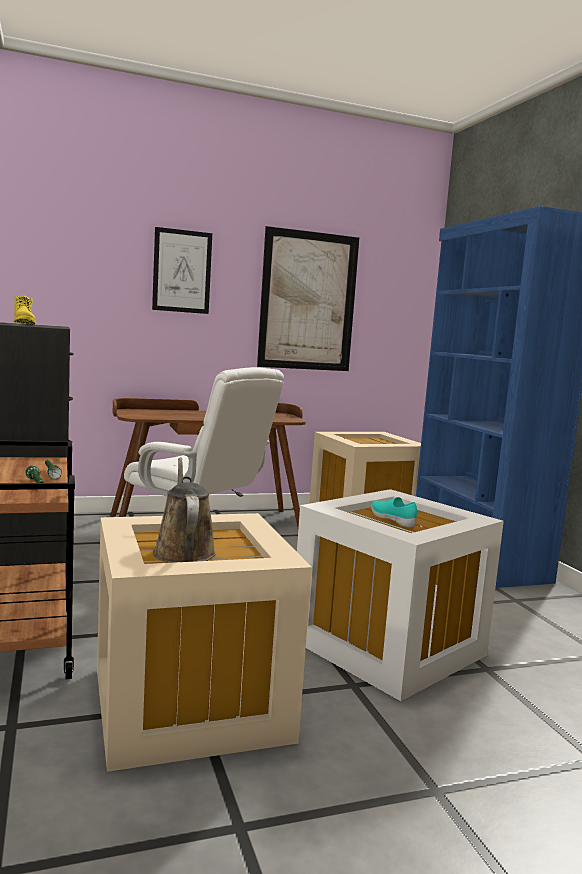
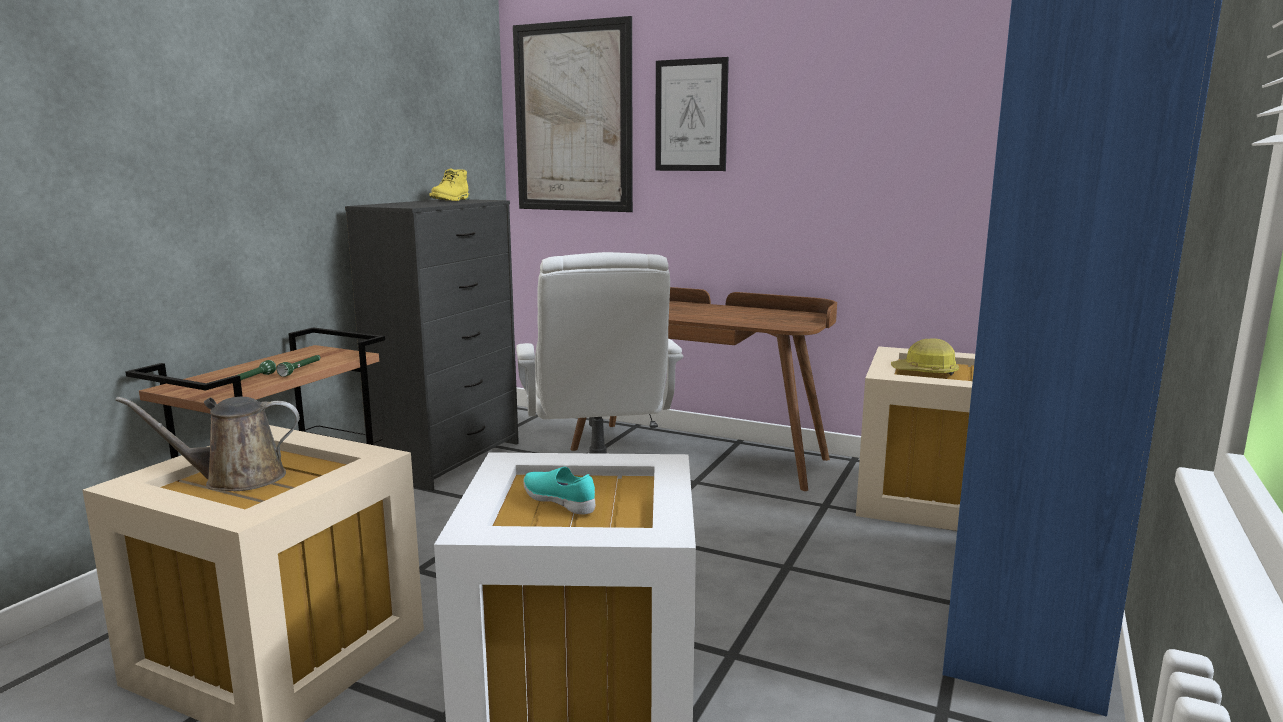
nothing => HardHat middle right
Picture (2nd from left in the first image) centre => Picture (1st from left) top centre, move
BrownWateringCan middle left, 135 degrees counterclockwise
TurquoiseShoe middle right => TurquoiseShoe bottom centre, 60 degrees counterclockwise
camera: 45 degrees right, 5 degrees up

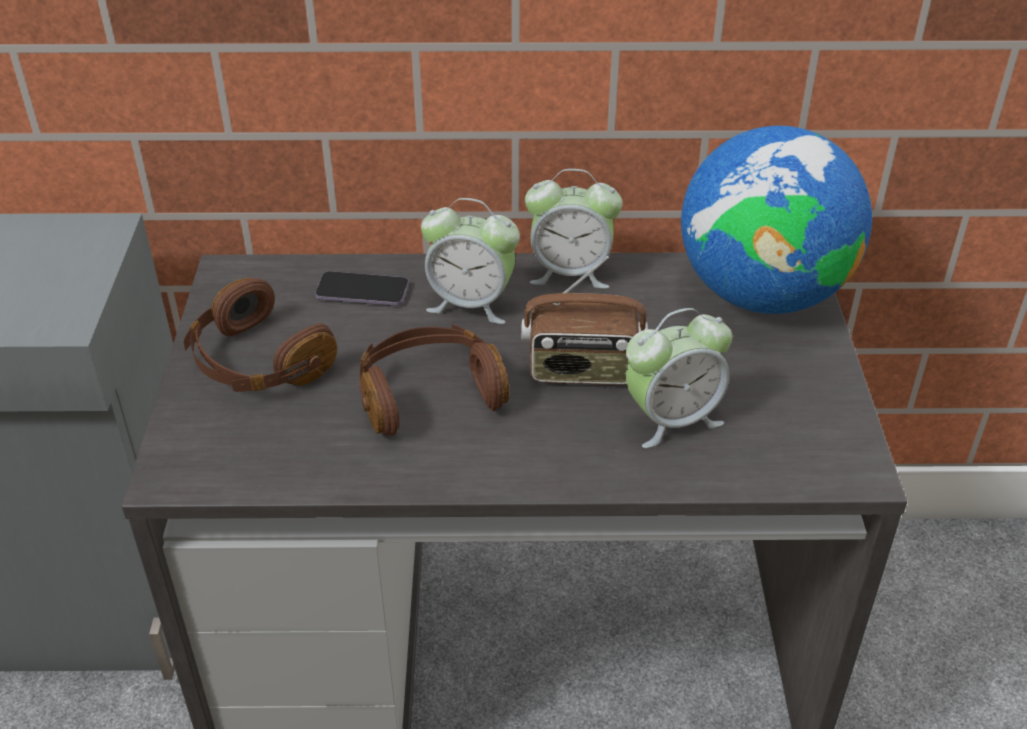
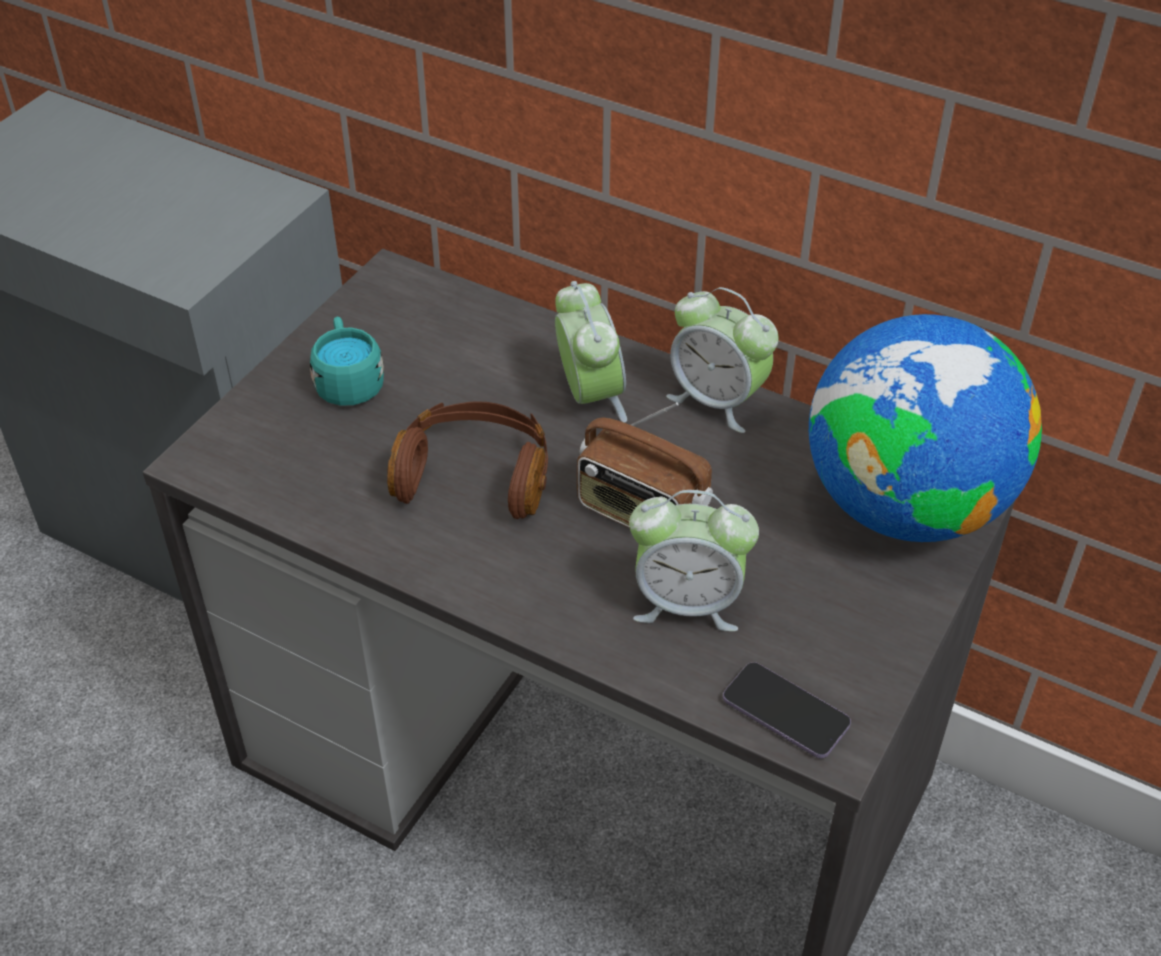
Phone centre => Phone bottom right, move
BrownHeadphones (1st from left) middle left => TurquoiseMug middle left
AlarmClock (1st from left) centre, 150 degrees counterclockwise
camera: 30 degrees right, 5 degrees up

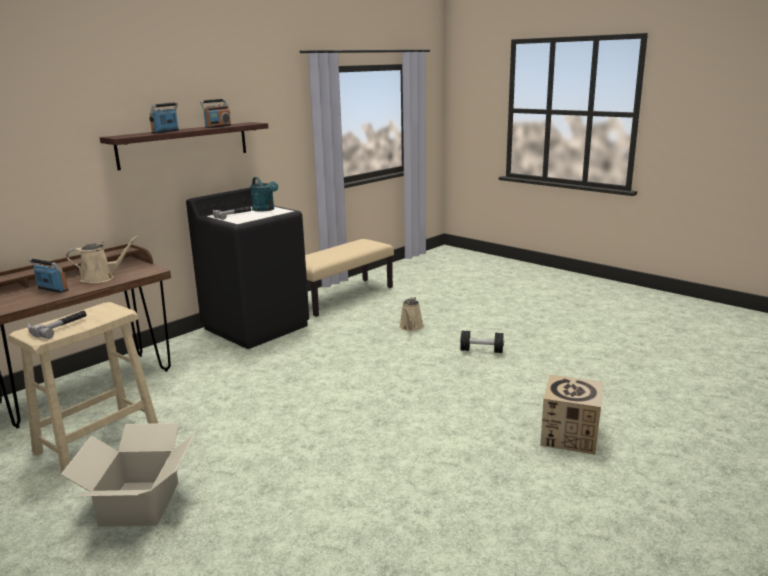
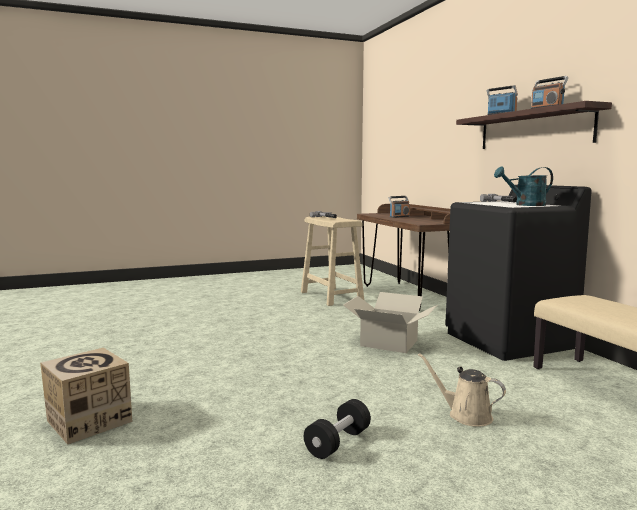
BeigeWateringCan (1st from left) middle left => nothing
CardboardBox (1st from left in the first image) bottom left => CardboardBox (2nd from left) centre, move
camera: 115 degrees right, 10 degrees down

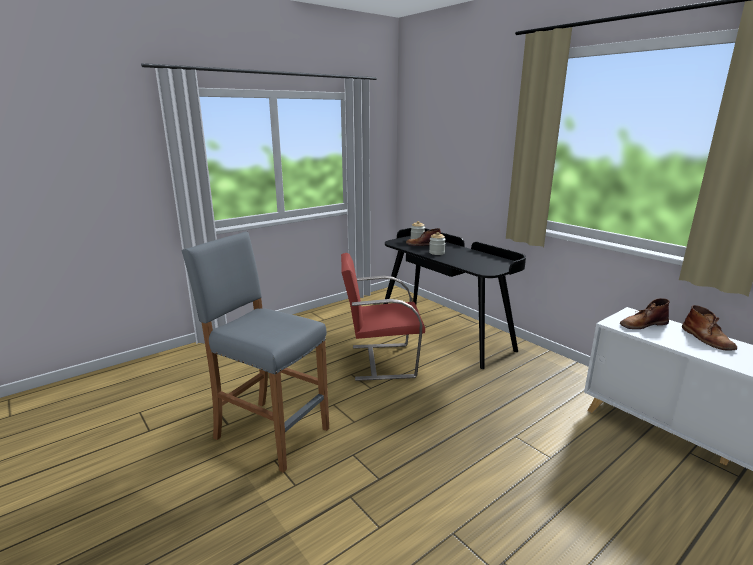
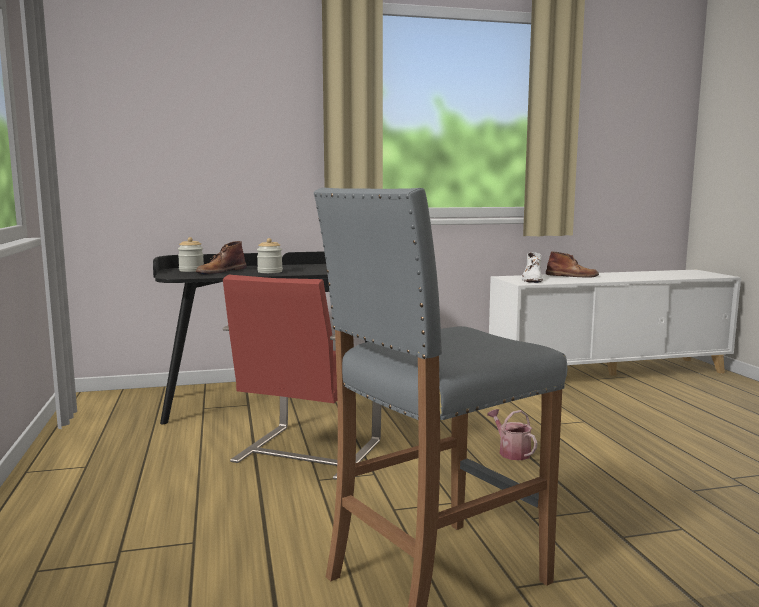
nothing => WateringCan bottom right
BrownBoot (2nd from left) middle right => WhiteBoot middle right
camera: 65 degrees left, 10 degrees down

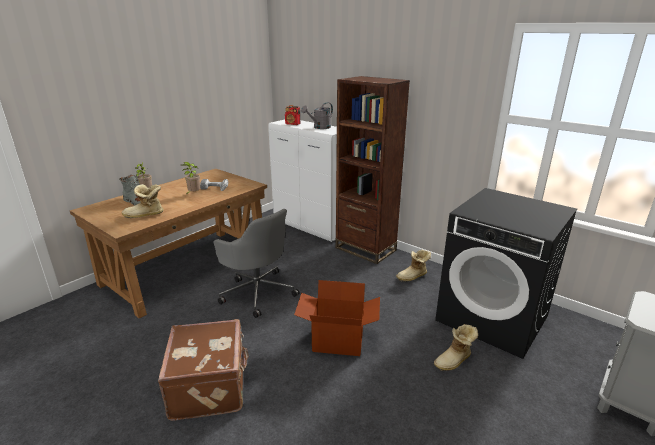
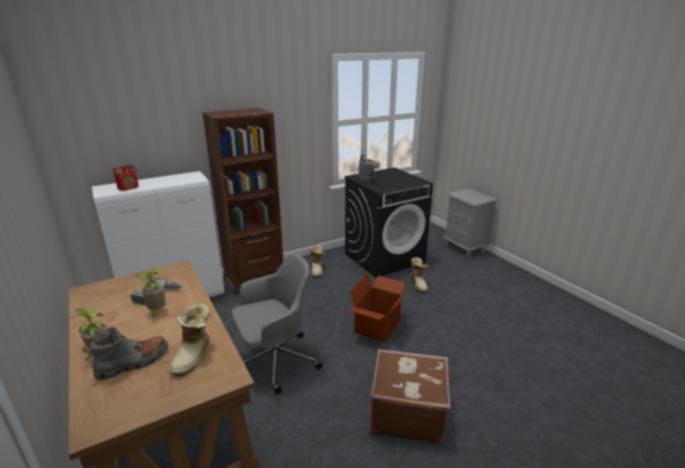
GreyWateringCan top centre => GreyWateringCan centre, move
camera: 70 degrees left, 0 degrees up

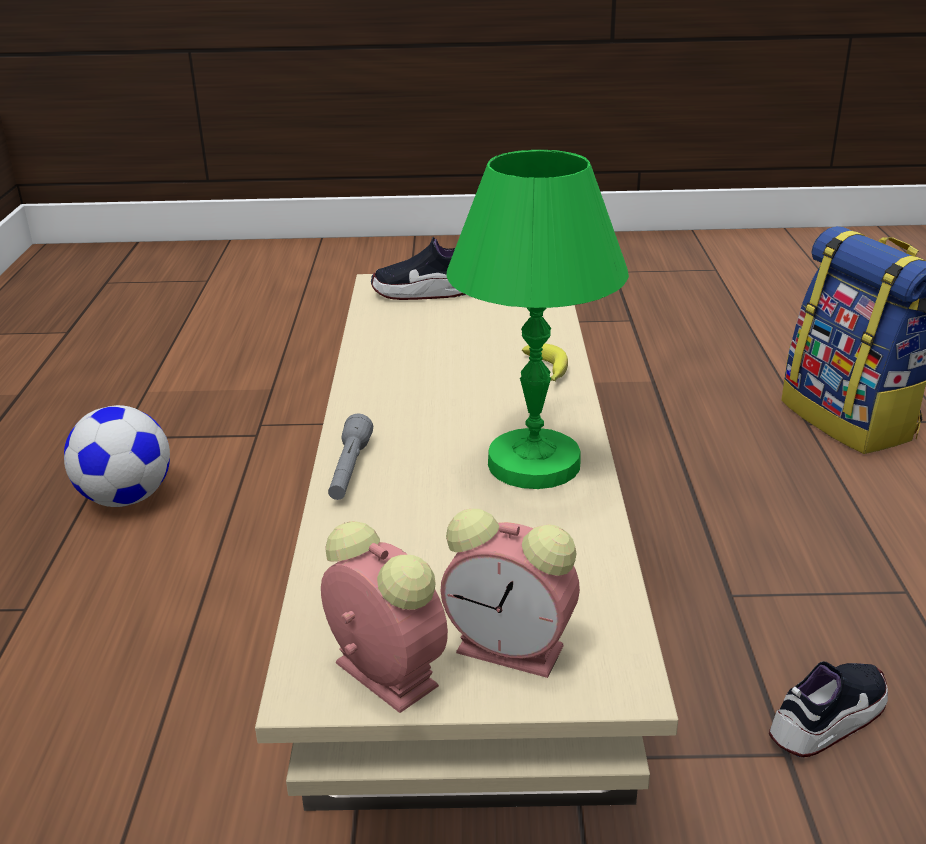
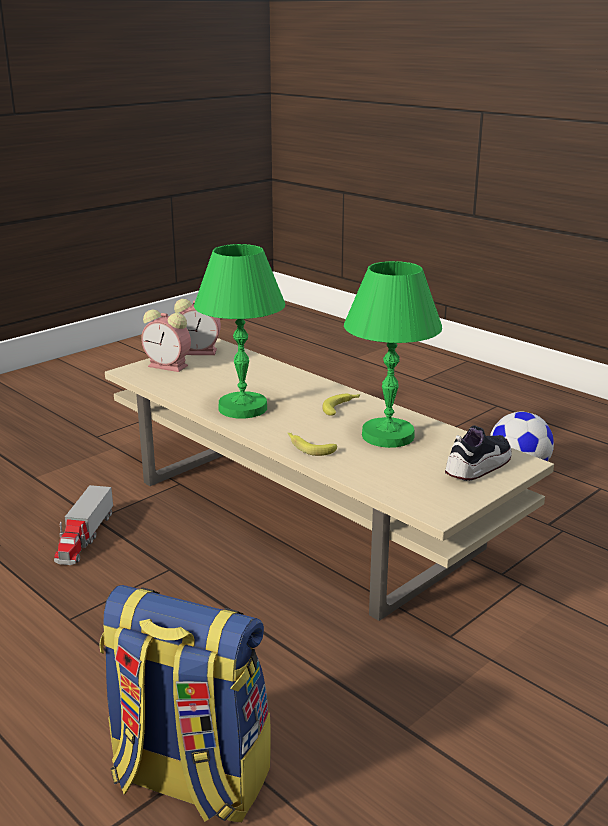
GreyFlashlight centre => nothing
nothing => Banana (2nd from left) centre
nothing => GreenTableLamp (2nd from left) centre
Shoe (2nd from left) bottom right => ToyTruck middle left
AlarmClock (2nd from left in the first image) bottom centre => AlarmClock (1st from left) middle left, 135 degrees counterclockwise
camera: 135 degrees right, 5 degrees down

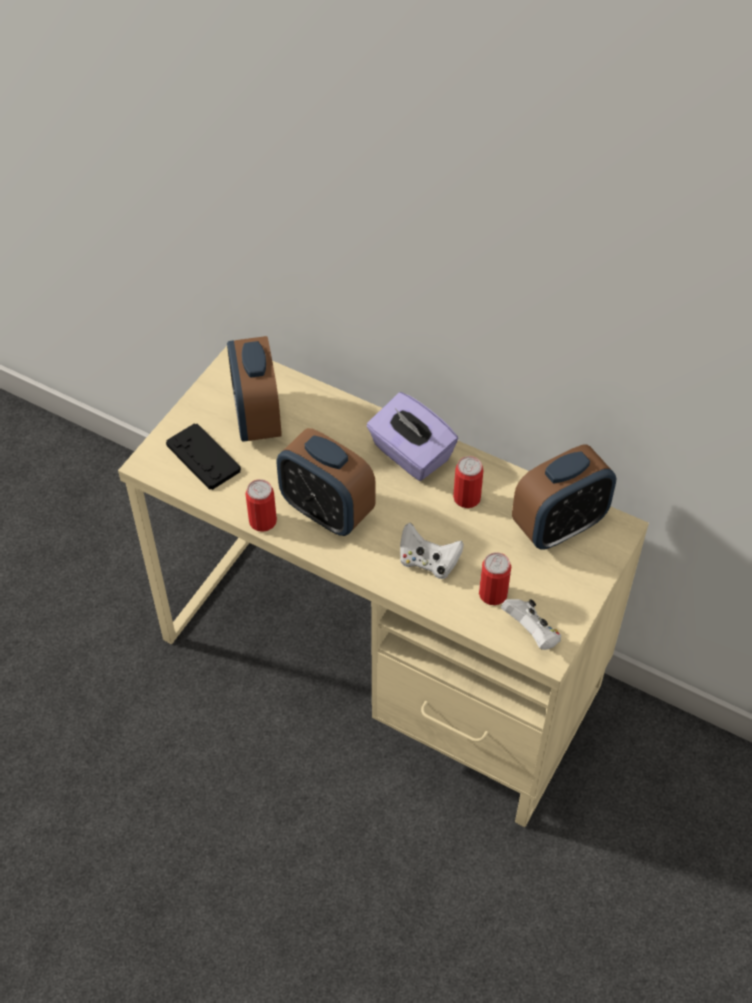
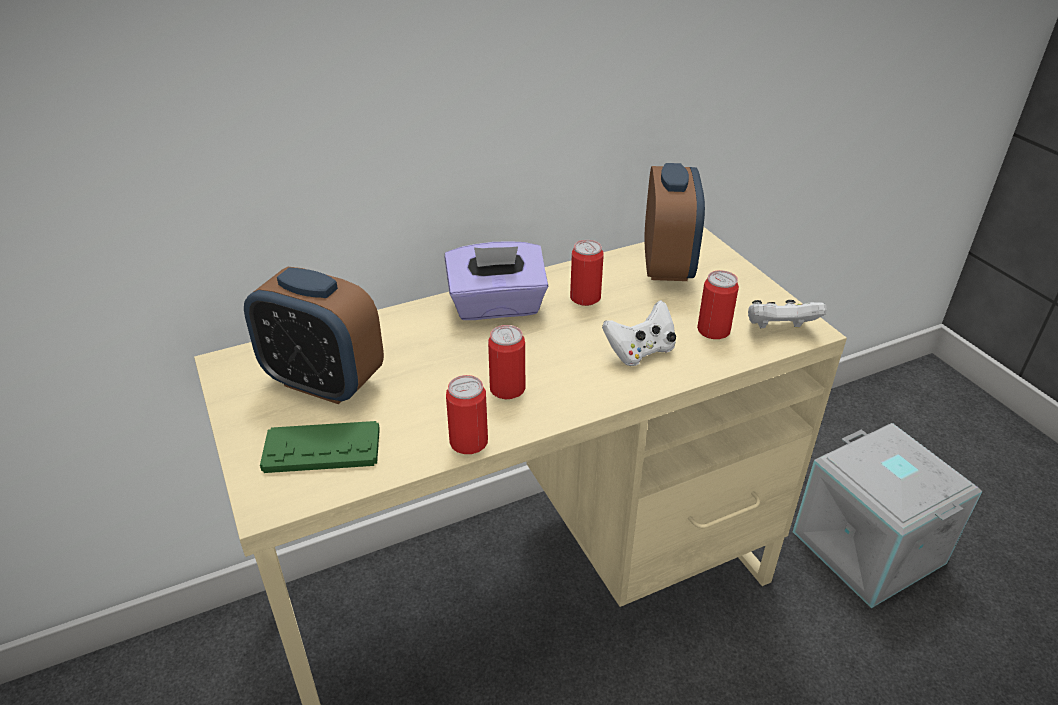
nothing => GreyStorageBox bottom right
AlarmClock (2nd from left) centre => Can (2nd from left) centre
BlackGameController middle left => GreenGameController middle left
camera: 55 degrees left, 15 degrees down

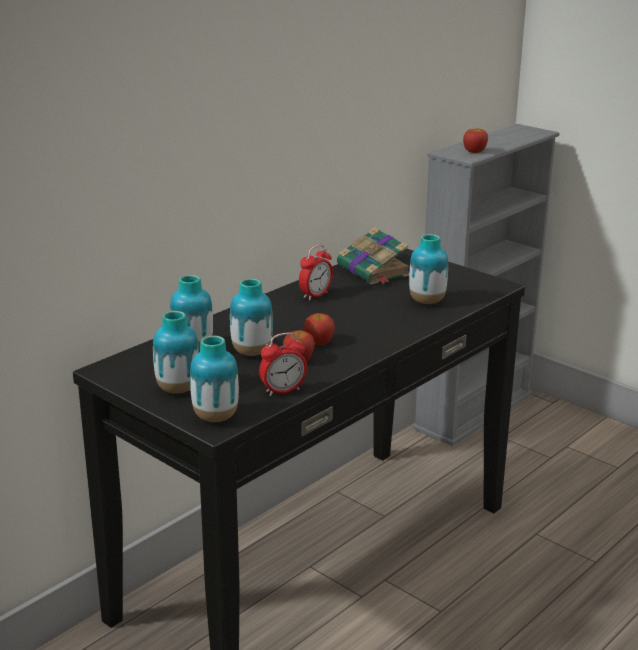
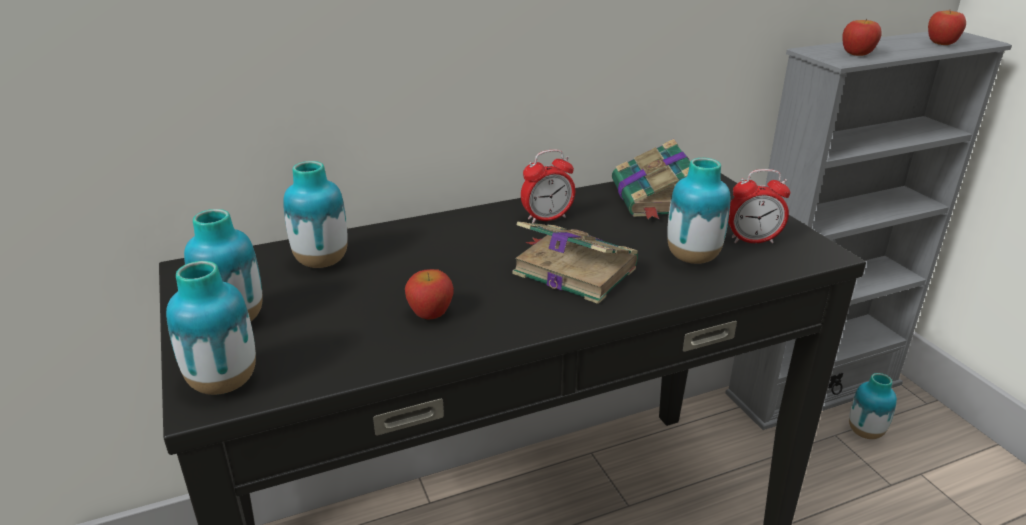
nothing => Book (1st from left) centre
Vase (4th from left in the first image) centre => Vase (5th from left) bottom right, move
AlarmClock (1st from left in the first image) centre => AlarmClock (2nd from left) middle right, move
Apple (2nd from left in the first image) centre => Apple (3rd from left) top right, move
camera: 25 degrees right, 5 degrees up

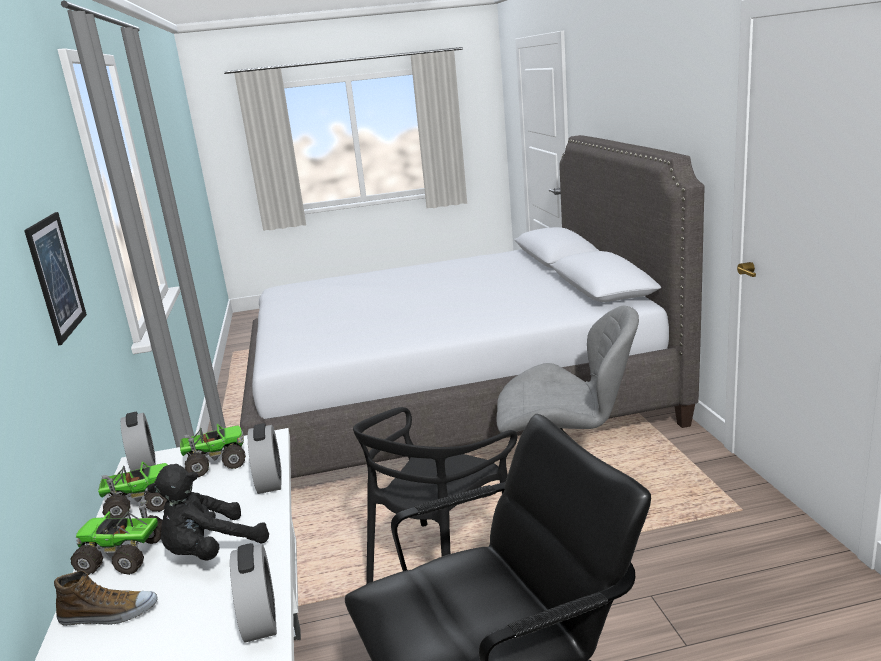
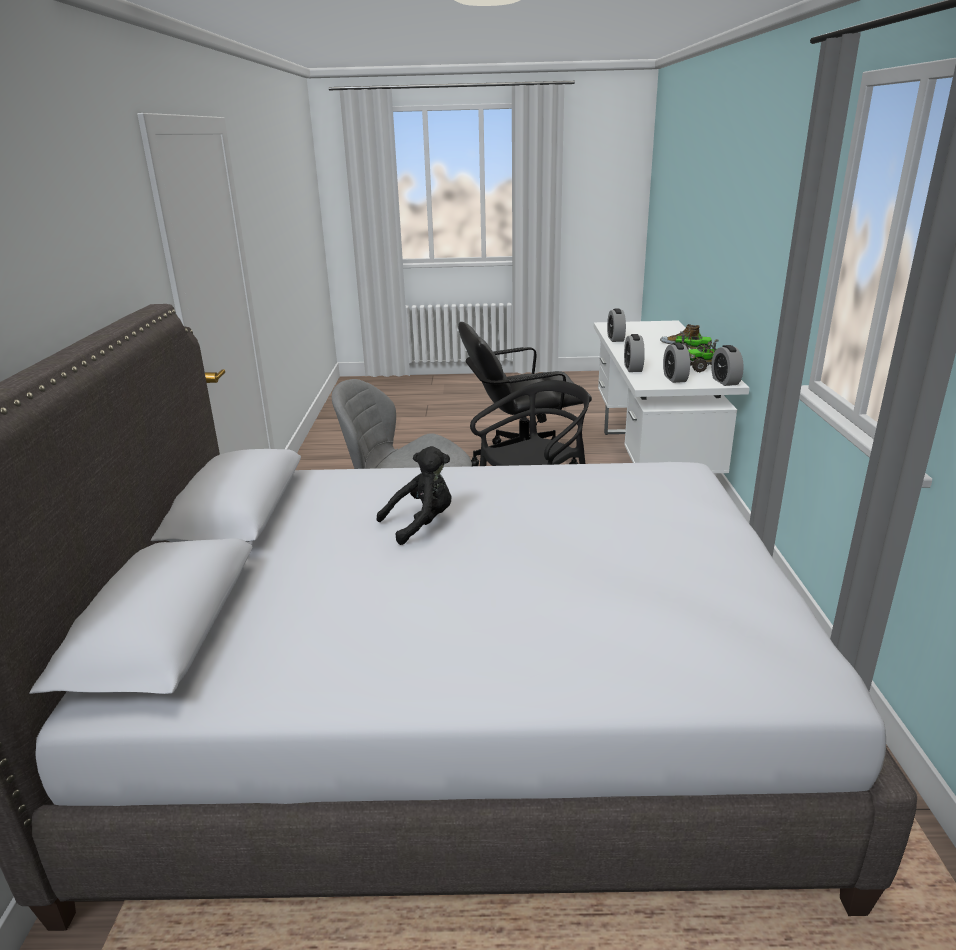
Picture middle left => nothing
BlackPlushToy bottom left => BlackPlushToy centre, move
ToyTruck (3rd from left) bottom left => AlarmClock (3rd from left) middle right
camera: 170 degrees left, 5 degrees up

